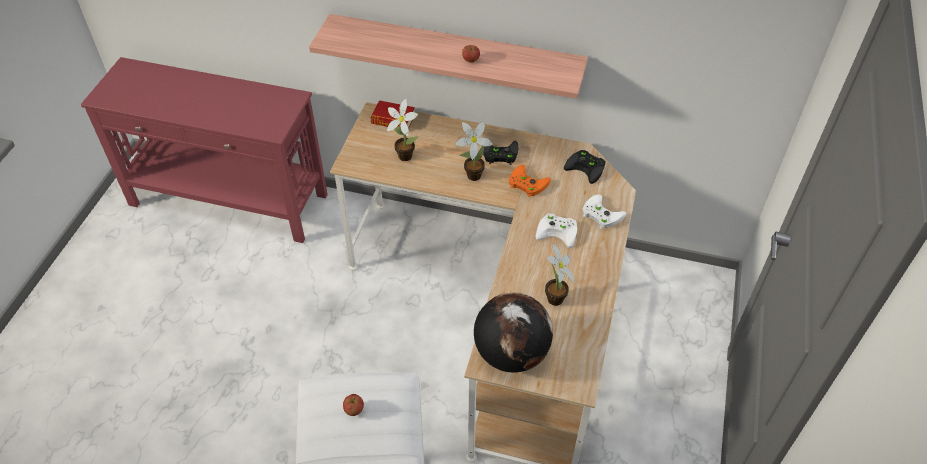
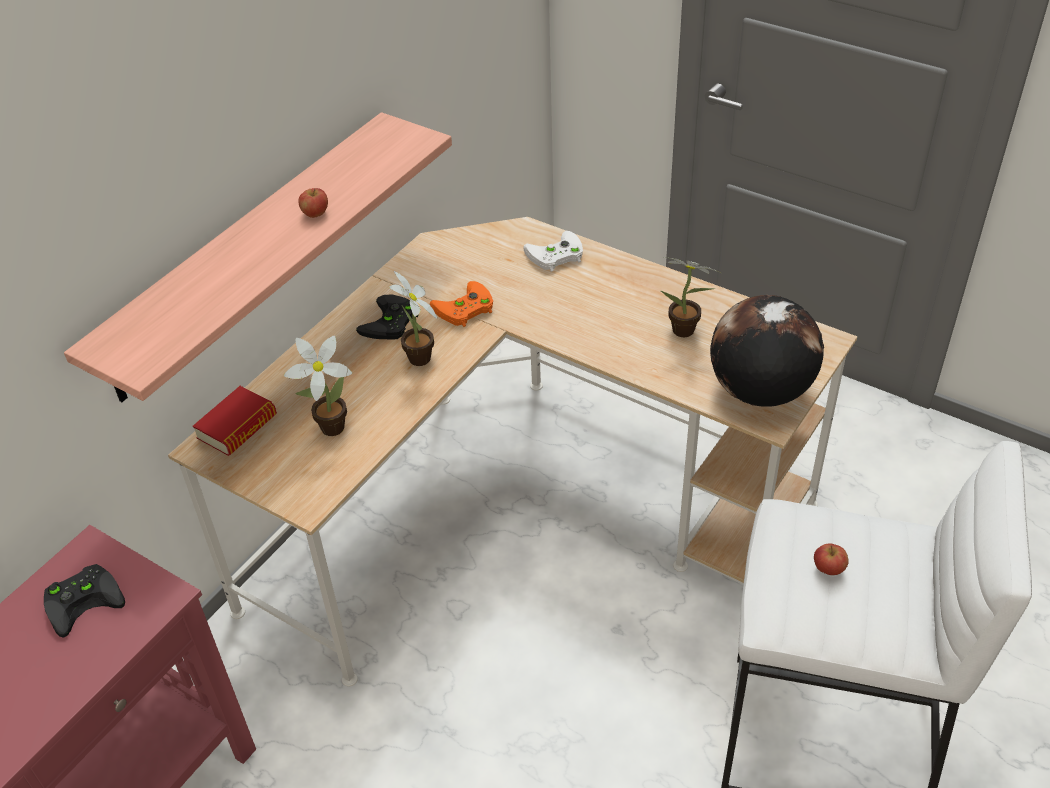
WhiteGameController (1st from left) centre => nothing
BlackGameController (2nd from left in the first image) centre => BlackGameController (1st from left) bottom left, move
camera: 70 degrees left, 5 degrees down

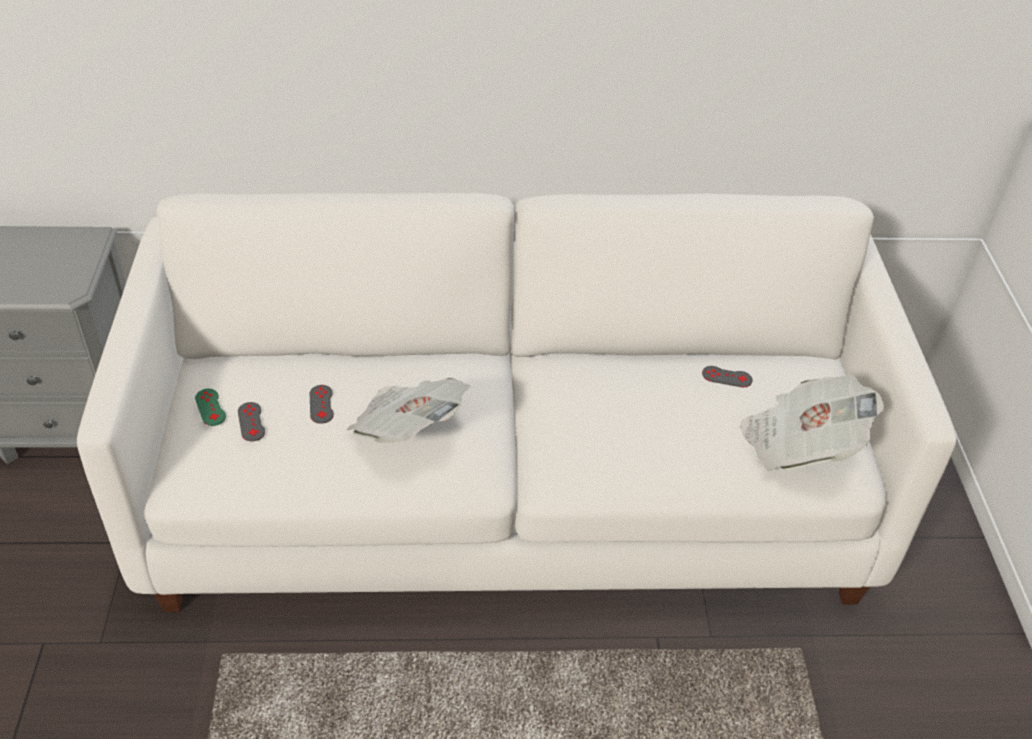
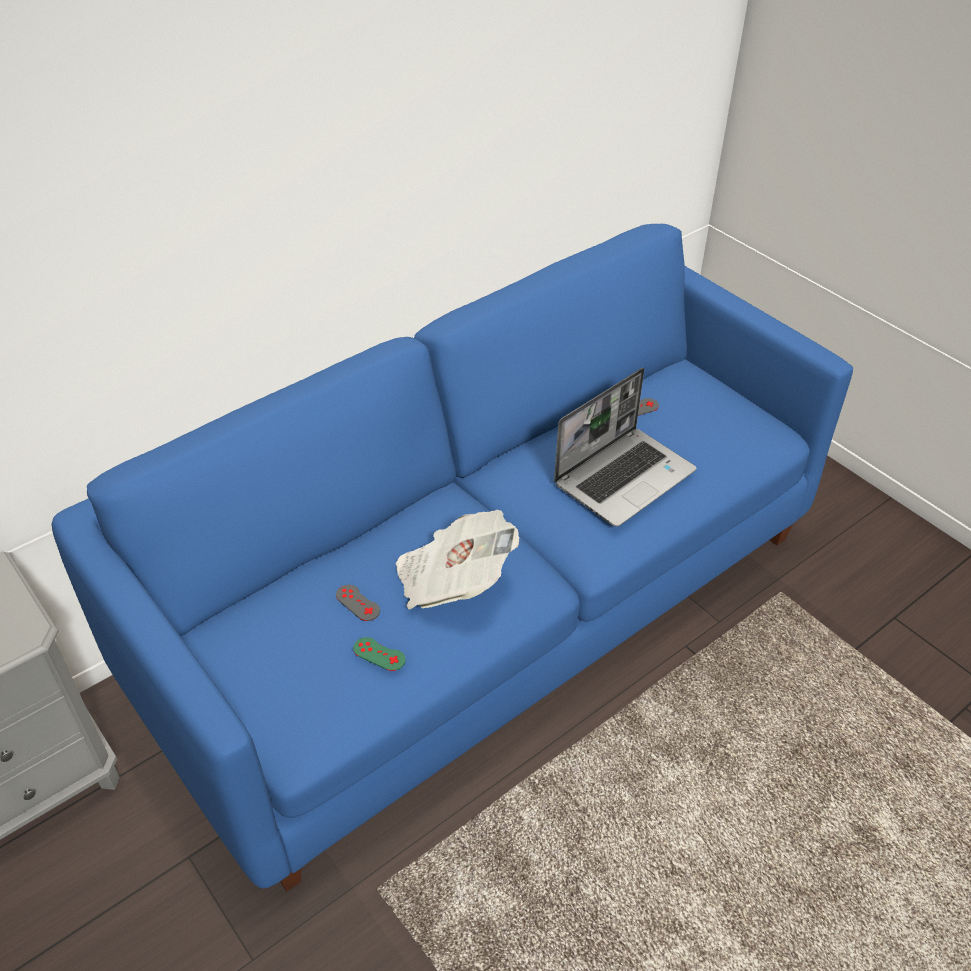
GreyGameController (1st from left) middle left => nothing
Newspaper (2nd from left) middle right => nothing
nothing => Laptop centre
GreenGameController middle left => GreenGameController bottom centre, move
WhiteSofa centre => BlueSofa centre
camera: 35 degrees left, 0 degrees up

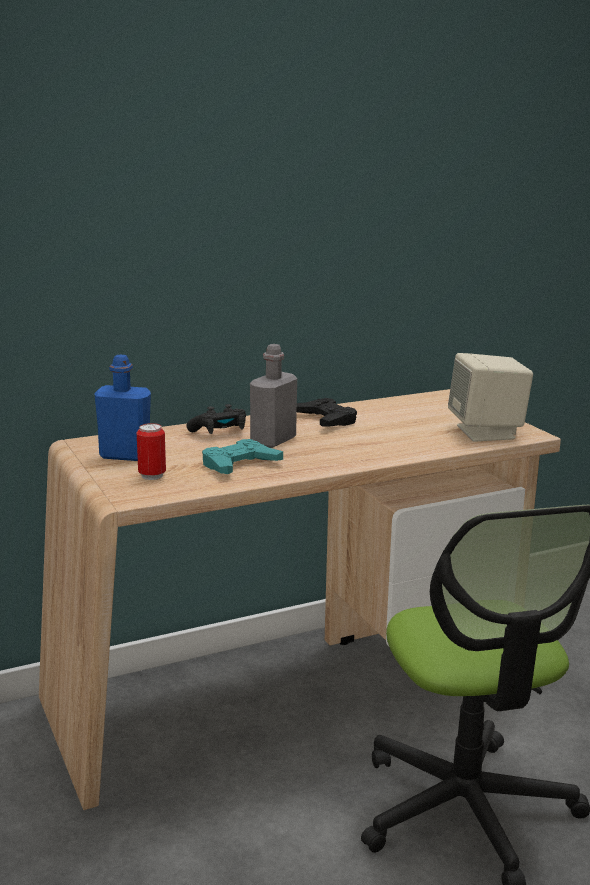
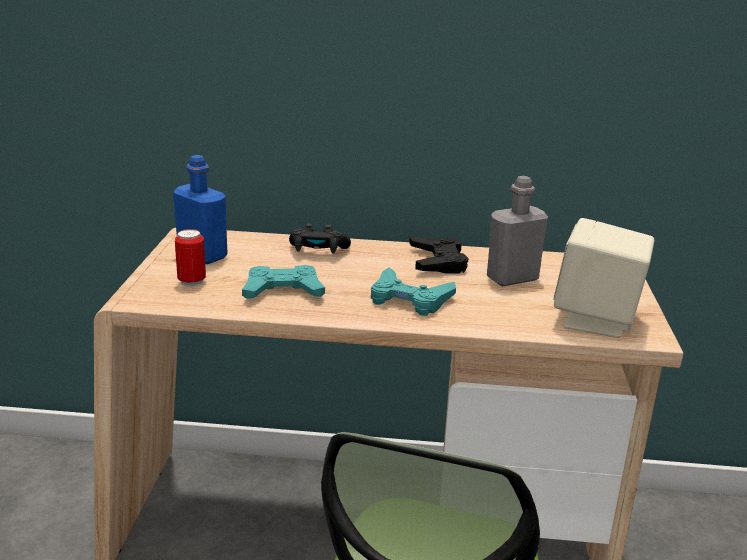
nothing => TurquoiseGameController (2nd from left) centre
GreyBottle centre => GreyBottle middle right, move
camera: 30 degrees right, 5 degrees up

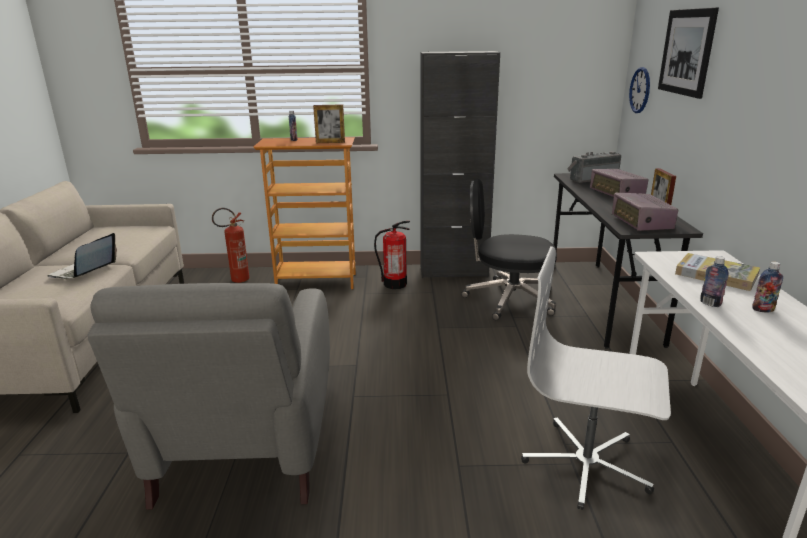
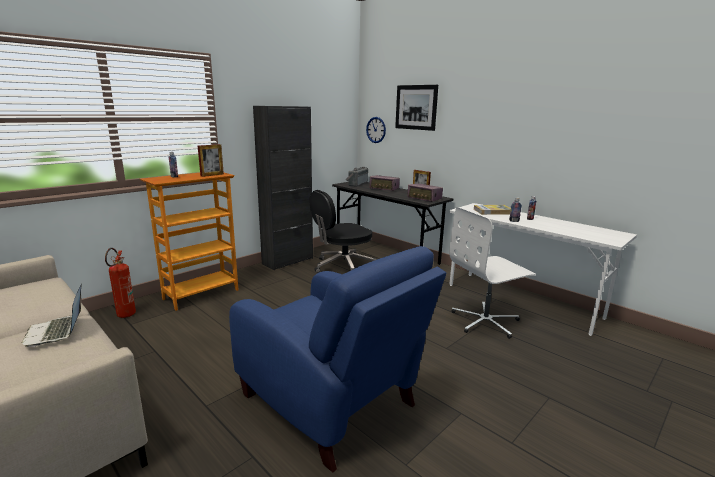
FireExtinguisher (2nd from left) centre => nothing
GreyArmchair bottom left => BlueArmchair bottom centre
camera: 45 degrees left, 5 degrees down

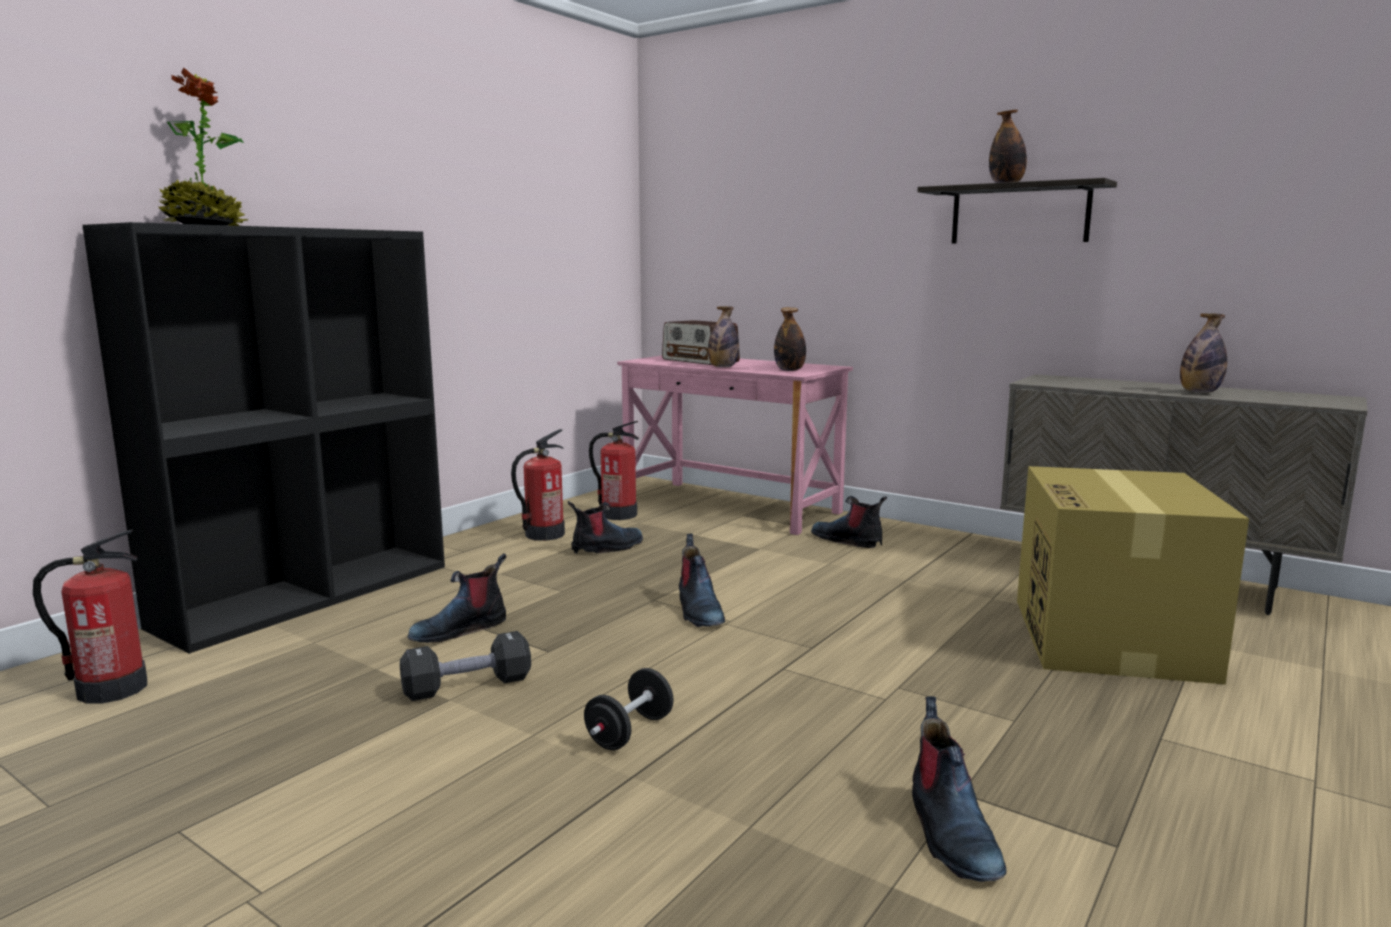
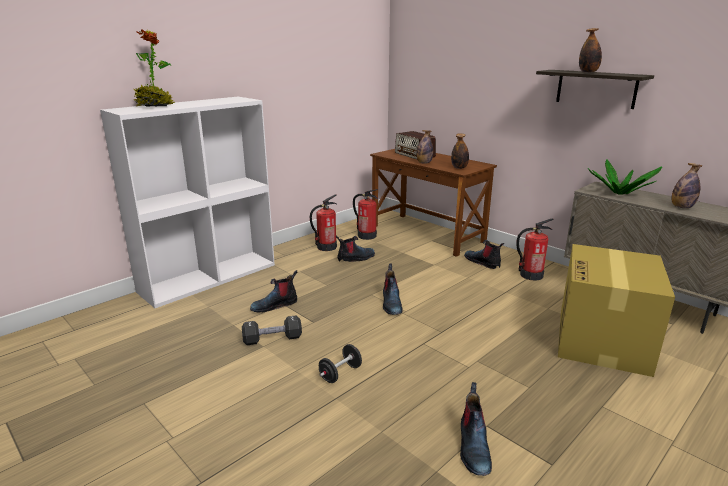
nothing => PottedPlant (2nd from left) middle right
FireExtinguisher (1st from left in the first image) middle left => FireExtinguisher (3rd from left) middle right, move
BlackBookcase middle left => WhiteBookcase middle left
PinkDesk centre => BrownDesk centre
camera: 10 degrees right, 10 degrees up

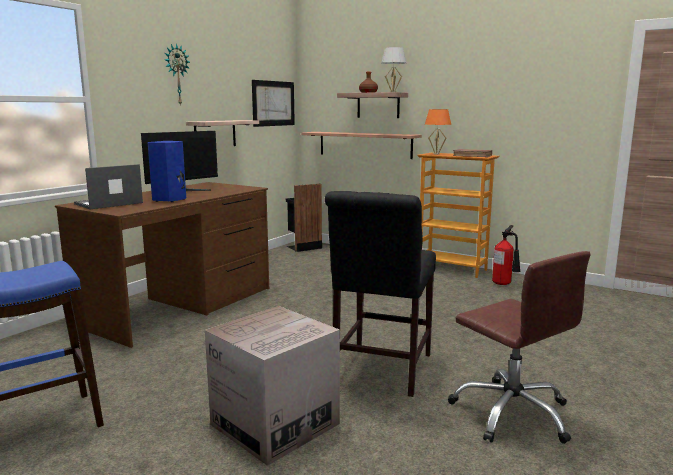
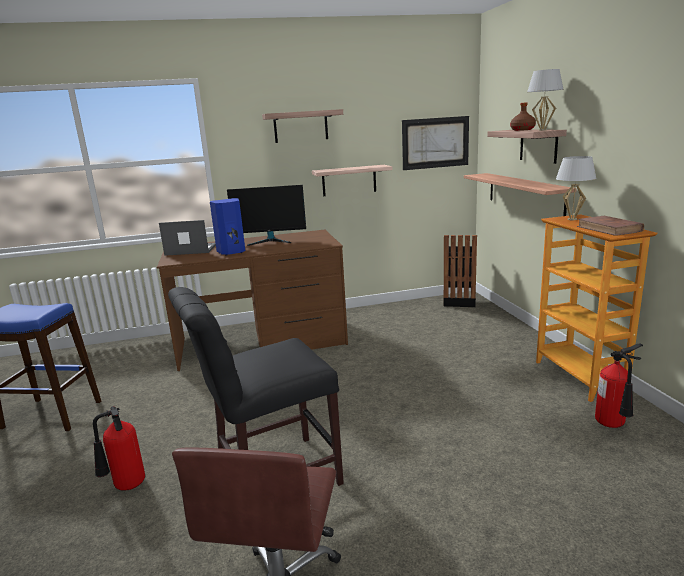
WallClock top left => Shelf (1st from left) top centre
CardboardBox bottom centre => FireExtinguisher (1st from left) bottom left
OrangeTableLamp top centre => WhiteTableLamp (2nd from left) top right
camera: 45 degrees right, 5 degrees up

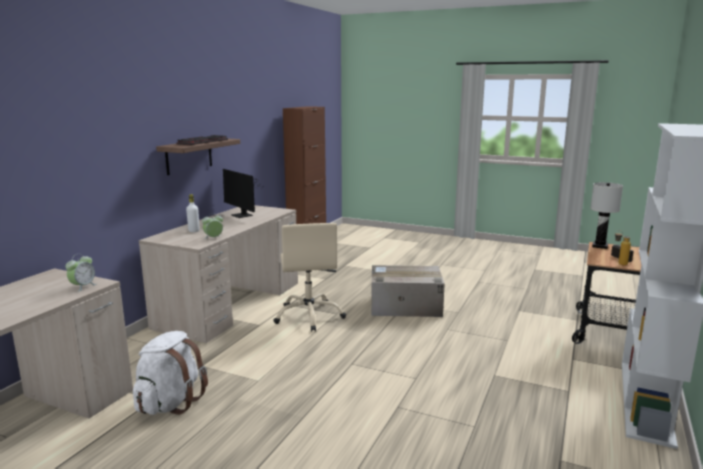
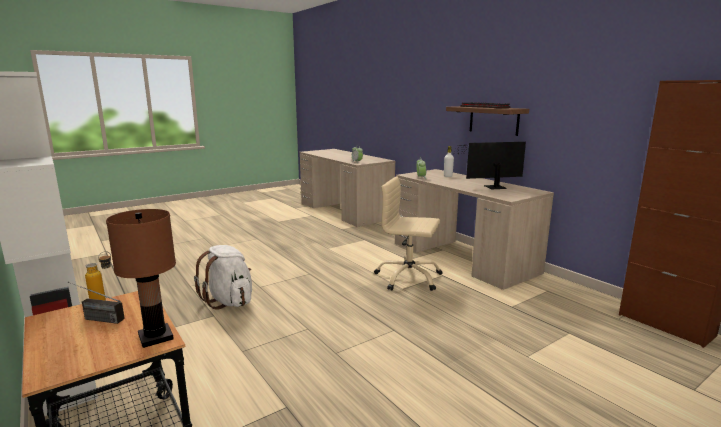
CardboardBox centre => nothing
WhiteBackpack bottom left => WhiteBackpack middle left, move
WhiteTableLamp middle right => BrownTableLamp middle left
camera: 120 degrees right, 0 degrees up

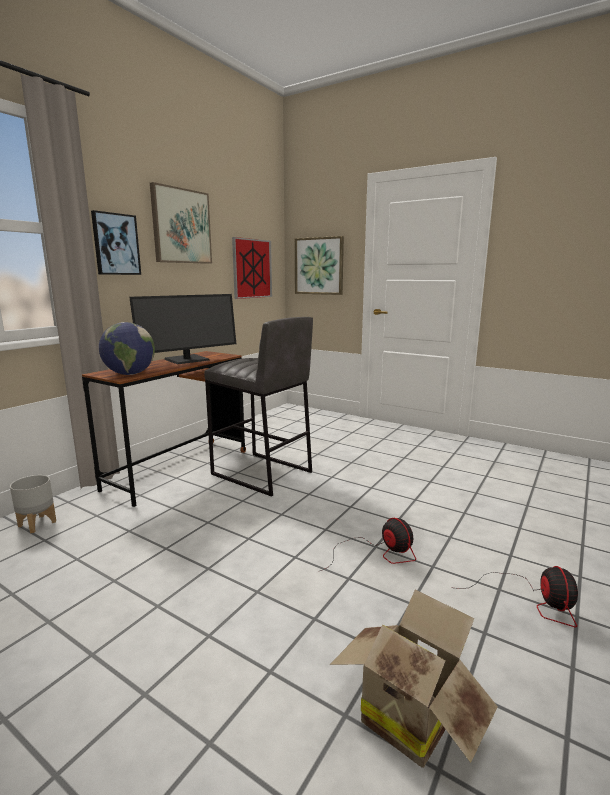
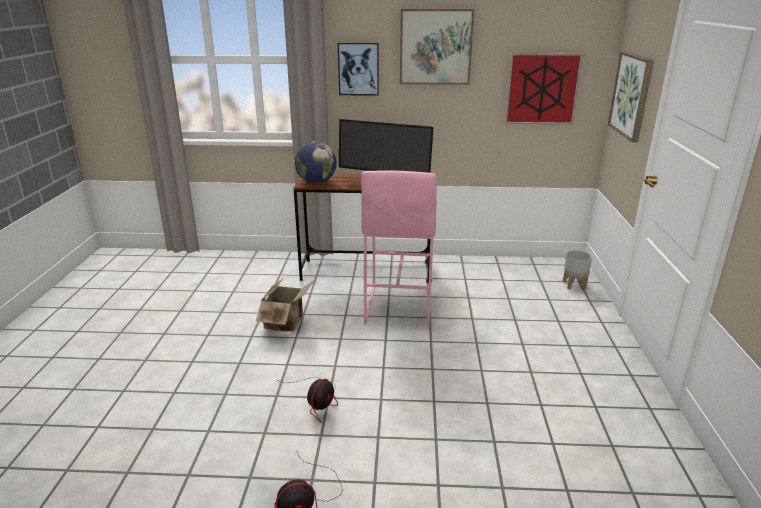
GreyPlanter middle left => GreyPlanter middle right, move
CardboardBox bottom right => CardboardBox centre, move
GreyStool centre => PinkStool centre
camera: 60 degrees right, 10 degrees up

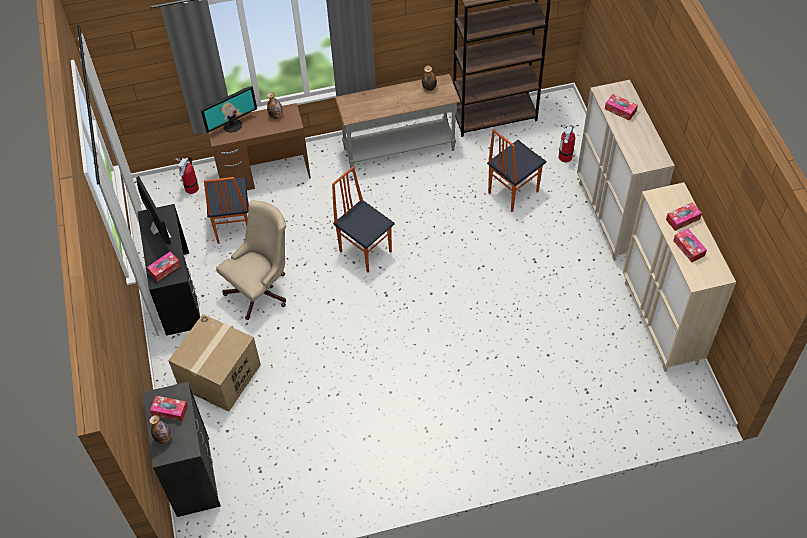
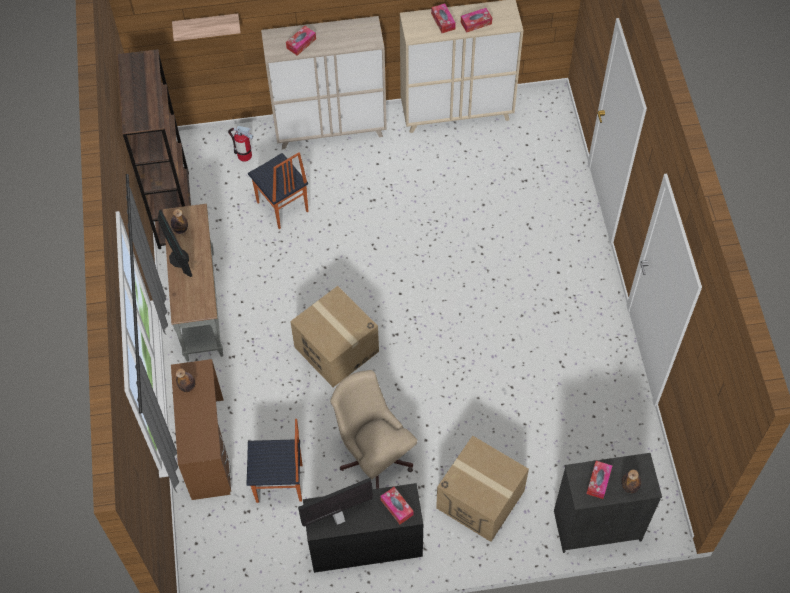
FireExtinguisher (1st from left) top left => nothing
nothing => Shelf top left
Monitor (2nd from left in the first image) top left => Monitor (1st from left) middle left, move
Chair (2nd from left) centre => CardboardBox (1st from left) centre
camera: 85 degrees left, 5 degrees up

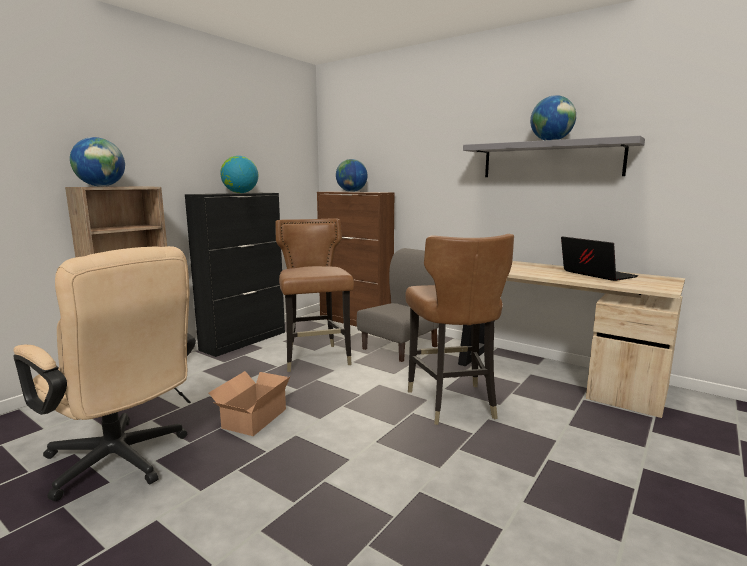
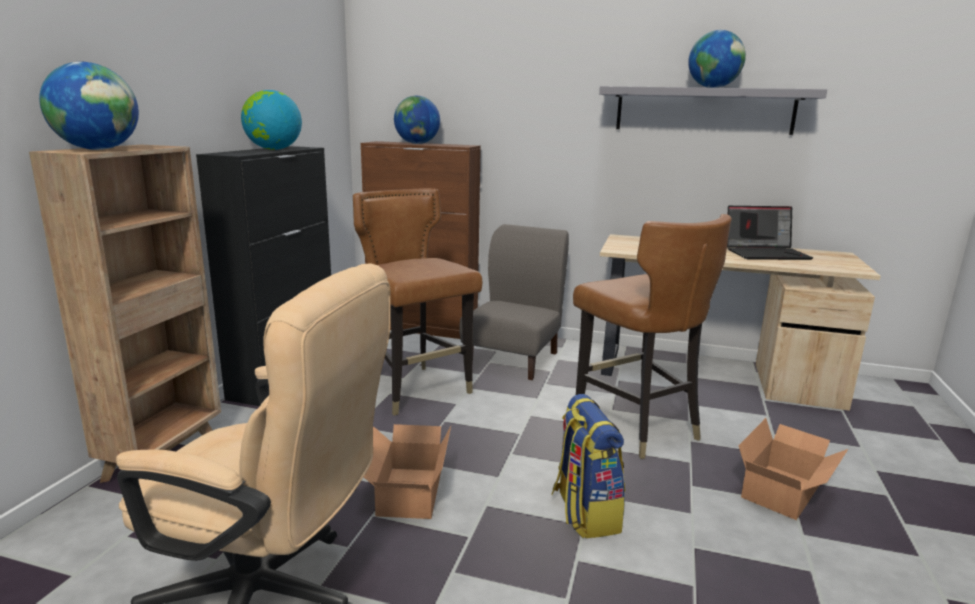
nothing => Backpack bottom centre
nothing => CardboardBox (2nd from left) bottom right
Laptop middle right, 135 degrees clockwise
camera: 20 degrees left, 5 degrees up

